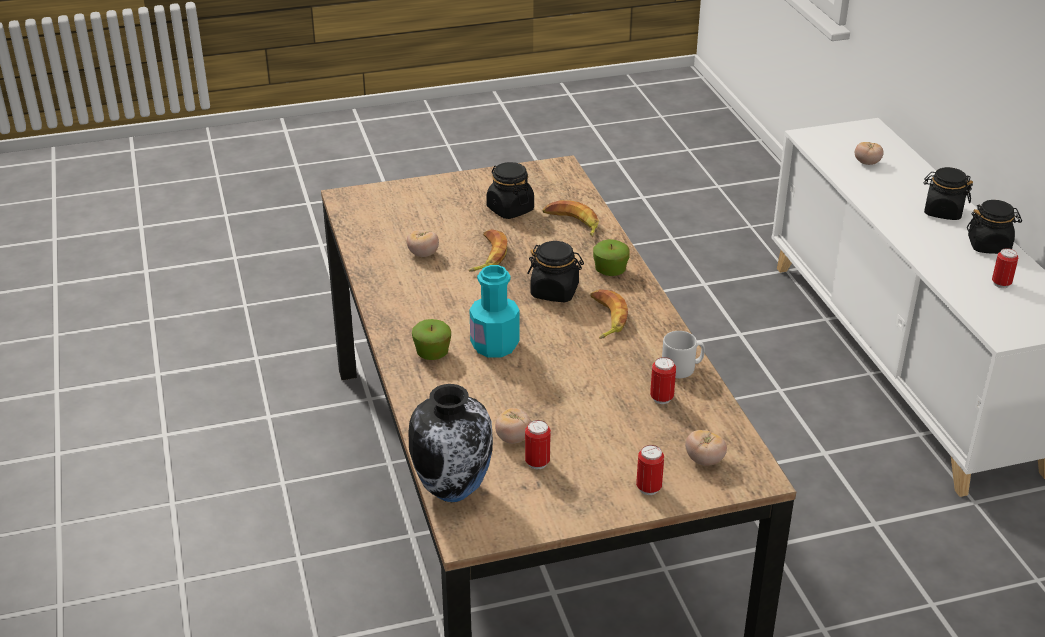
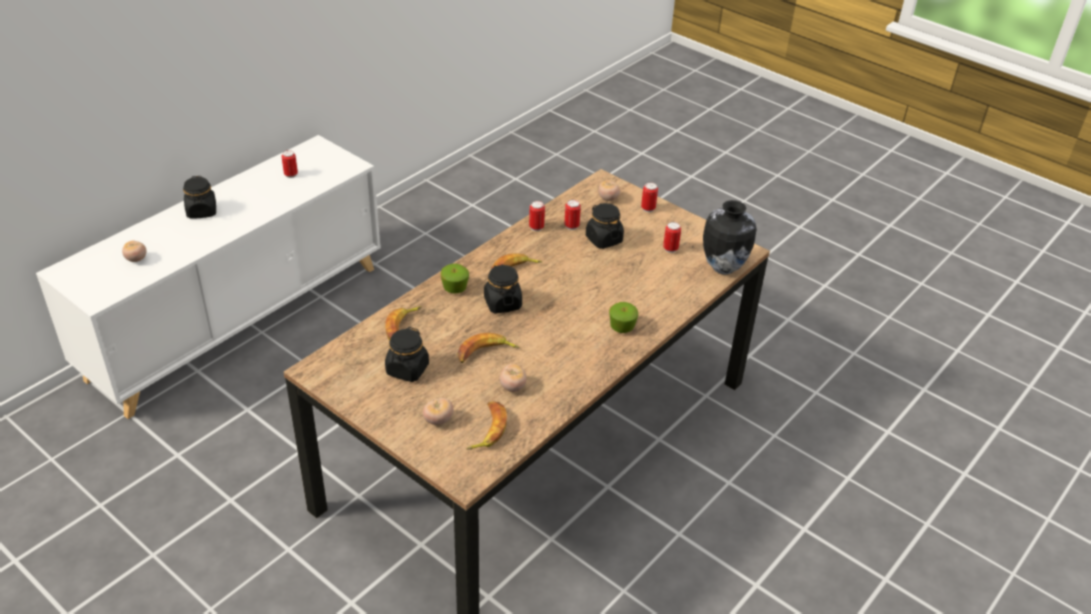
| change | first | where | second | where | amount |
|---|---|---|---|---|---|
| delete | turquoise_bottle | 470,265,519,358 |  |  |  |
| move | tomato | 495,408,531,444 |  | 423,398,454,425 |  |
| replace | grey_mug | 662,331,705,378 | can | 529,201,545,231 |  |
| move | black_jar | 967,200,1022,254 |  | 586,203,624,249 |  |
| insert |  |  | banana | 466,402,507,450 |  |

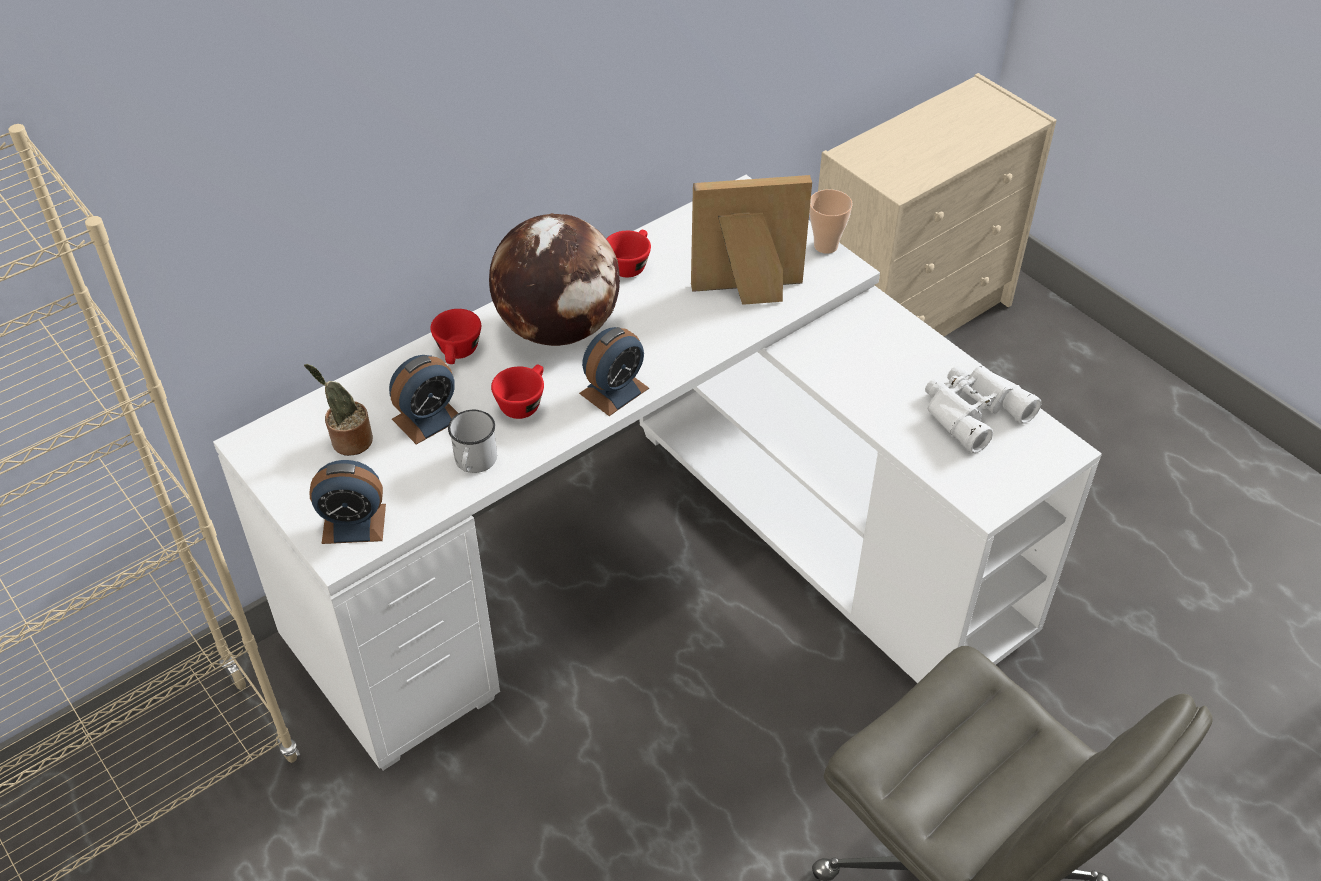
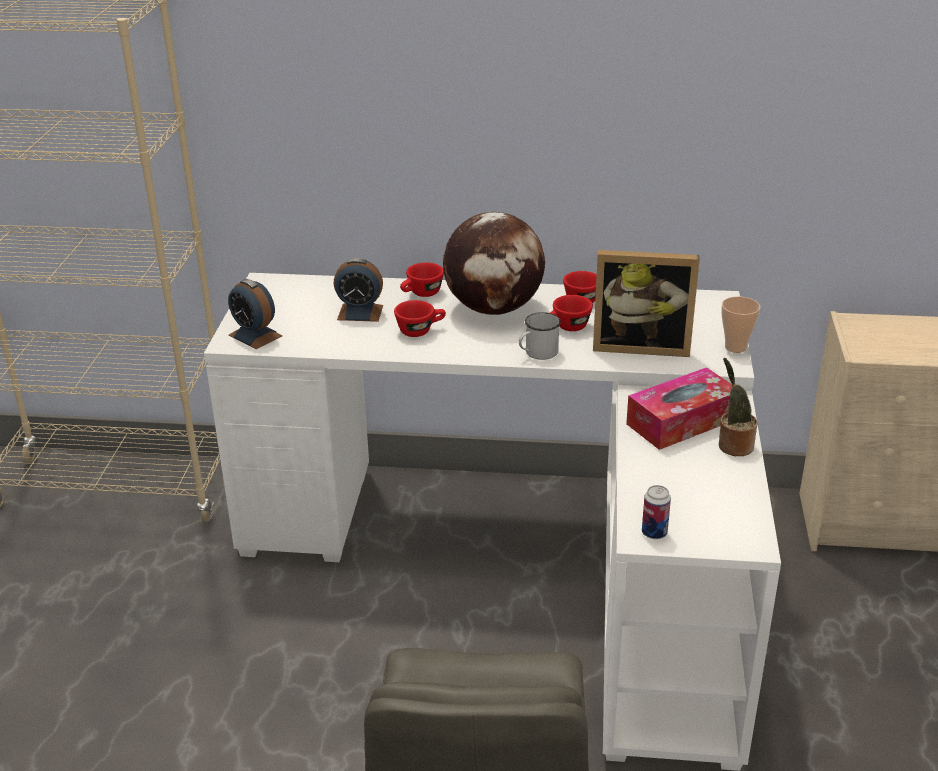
| change | first | where | second | where | amount |
|---|---|---|---|---|---|
| move | potted_plant | 304,364,373,456 |  | 719,358,758,456 |  |
| move | white_mug | 448,410,497,473 |  | 519,312,561,360 |  |
| delete | alarm_clock | 579,327,649,416 |  |  |  |
| rotate | picture_frame | 691,175,812,305 |  | 593,250,700,357 | 150 degrees clockwise |
| delete | white_binoculars | 925,366,1042,453 |  |  |  |
| insert |  |  | red_cup | 550,295,593,331 |  |
| insert |  |  | tissue_box | 626,367,733,450 |  |
| insert |  |  | can | 642,485,671,539 |  |

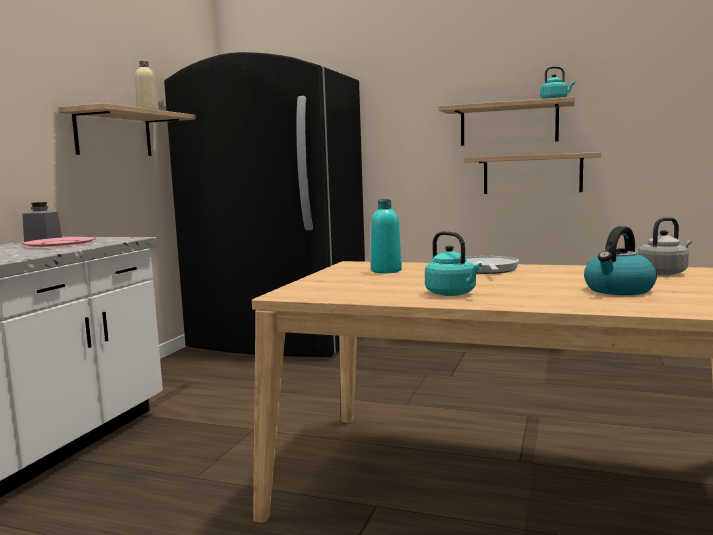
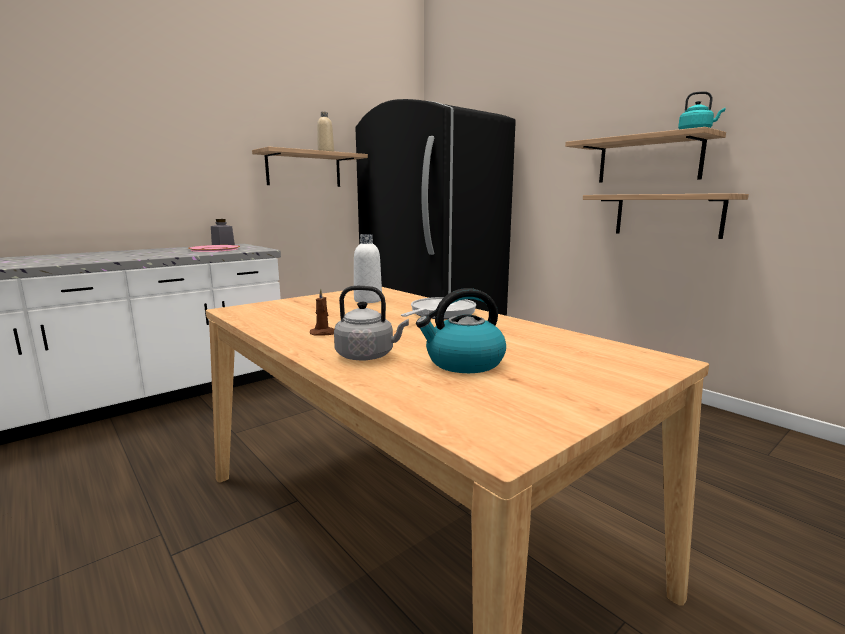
| change | first | where | second | where | amount |
|---|---|---|---|---|---|
| recolor | turquoise_bottle | 371,199,402,273 | white_bottle | 354,234,382,303 |  |
| replace | turquoise_kettle | 425,231,482,296 | brown_candle | 310,289,334,336 |  |
| move | grey_kettle | 638,217,692,275 |  | 334,286,409,361 |  |

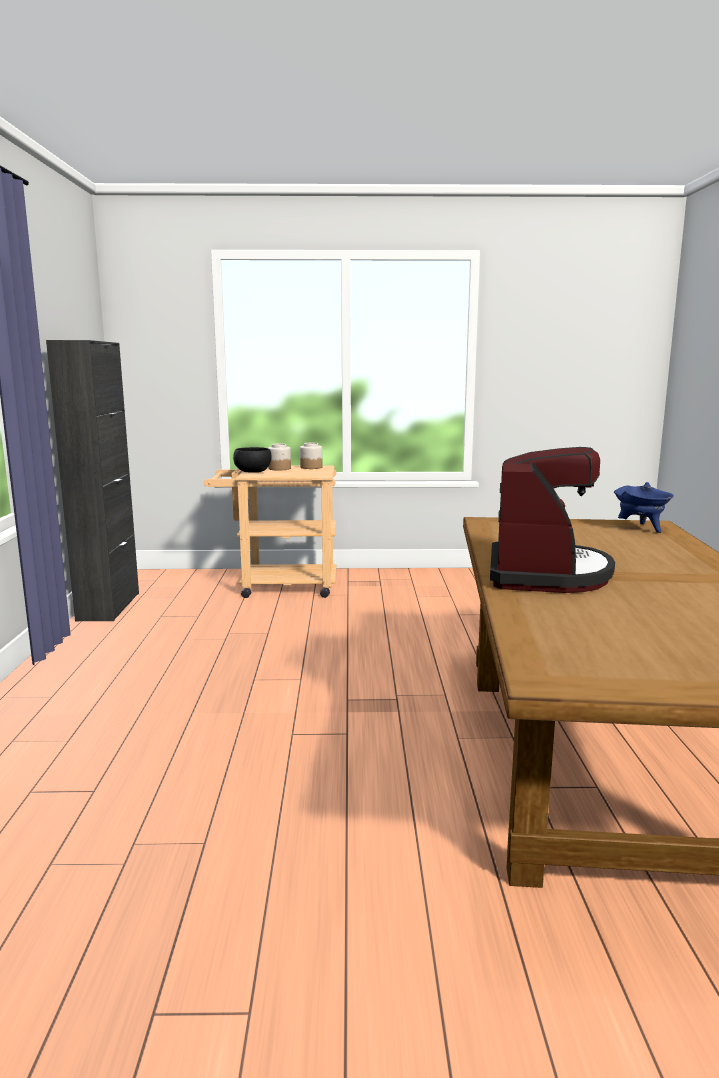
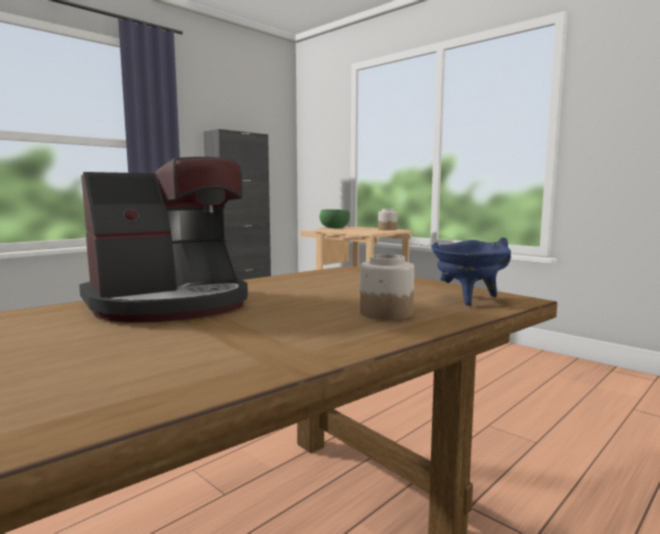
| change | first | where | second | where | amount |
|---|---|---|---|---|---|
| recolor | black_bowl | 233,447,272,473 | green_bowl | 320,209,350,229 |  |
| move | jar | 268,443,291,470 |  | 360,254,414,320 |  |

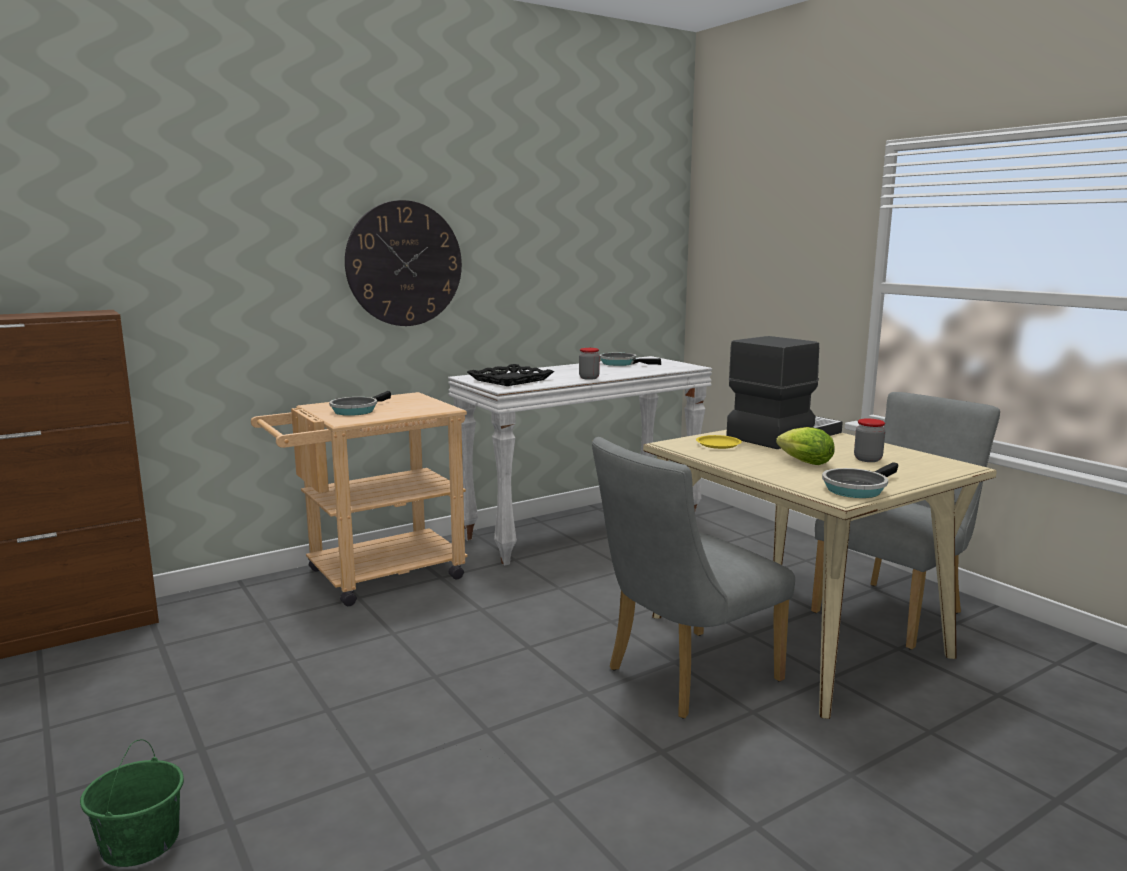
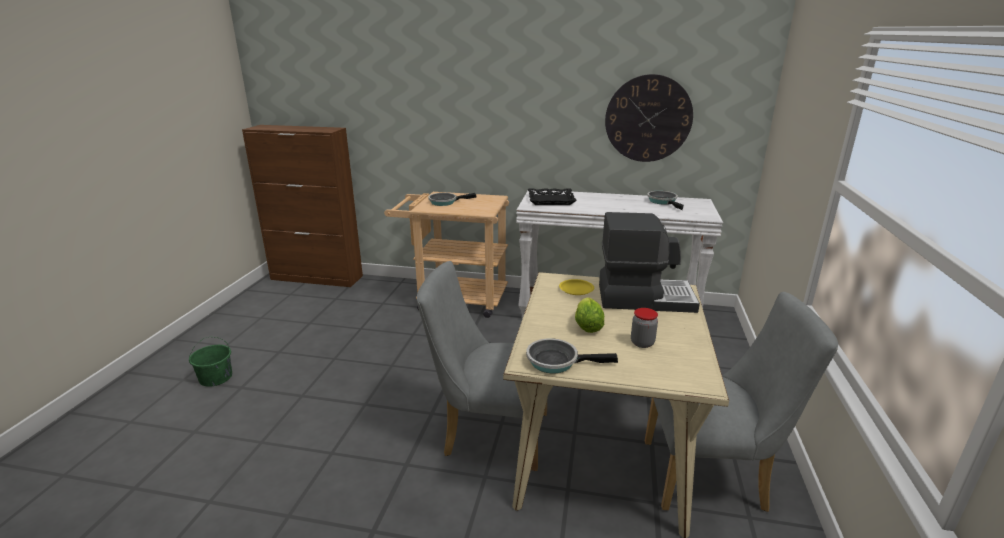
| change | first | where | second | where | amount |
|---|---|---|---|---|---|
| move | wall_clock | 345,200,462,326 |  | 605,74,693,162 |  |
| delete | jar | 579,348,600,380 |  |  |  |

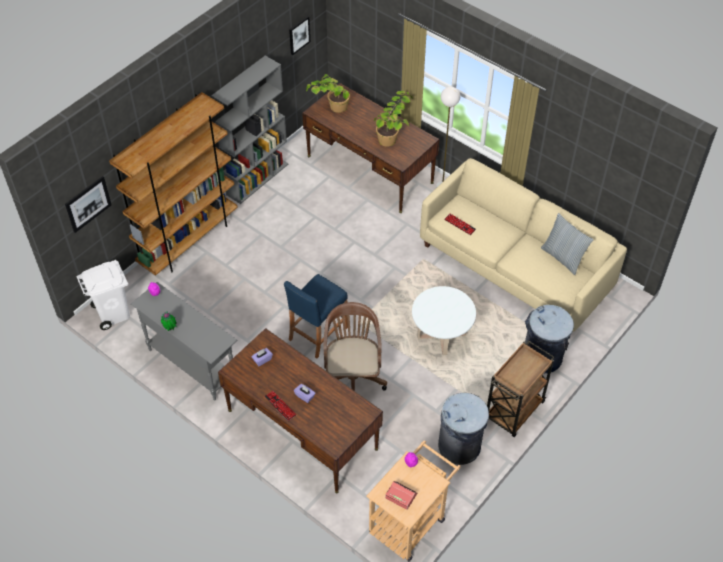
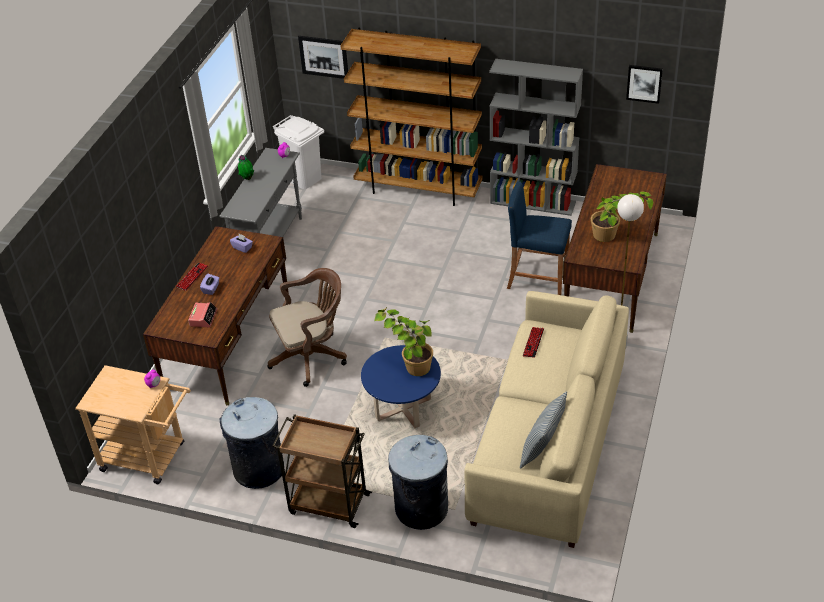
| change | first | where | second | where | amount |
|---|---|---|---|---|---|
| move | blue_stool | 284,274,348,358 |  | 507,181,572,295 |  |
| move | potted_plant | 306,74,350,113 |  | 375,307,433,376 |  |
| move | alarm_clock | 385,481,417,510 |  | 188,302,217,328 |  |
| recolor | white_coffee_table | 412,286,476,355 | blue_coffee_table | 361,345,441,428 |  |

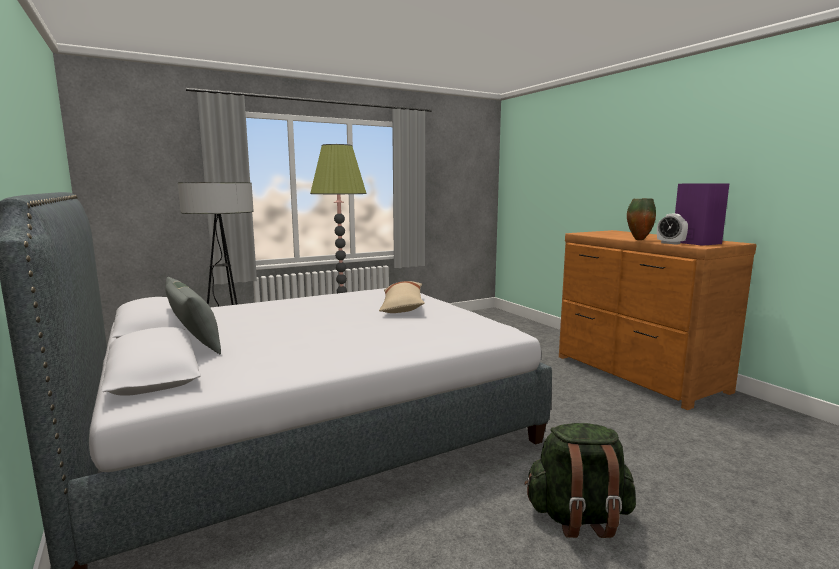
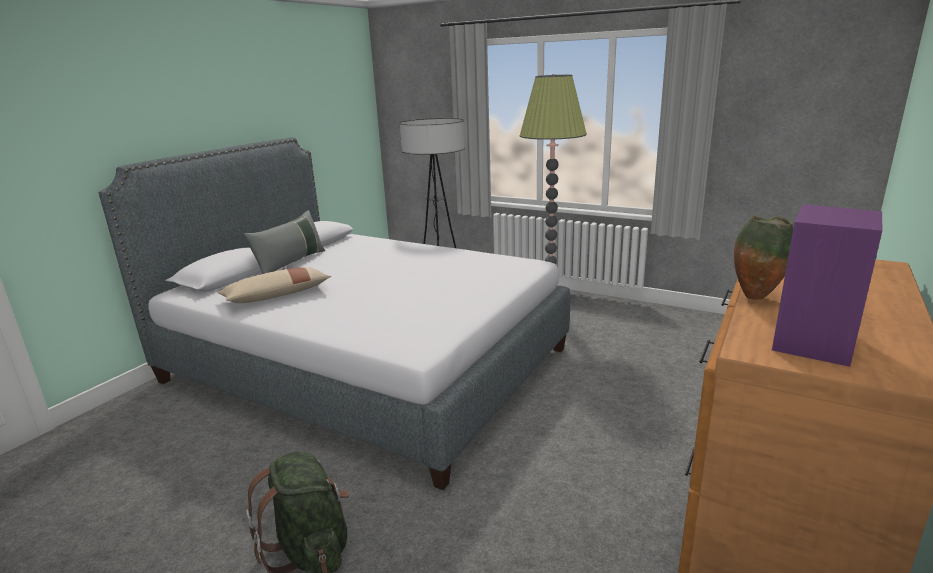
| change | first | where | second | where | amount |
|---|---|---|---|---|---|
| move | beige_pillow | 379,281,425,313 |  | 218,267,331,303 |  |
| delete | alarm_clock | 657,214,688,245 |  |  |  |

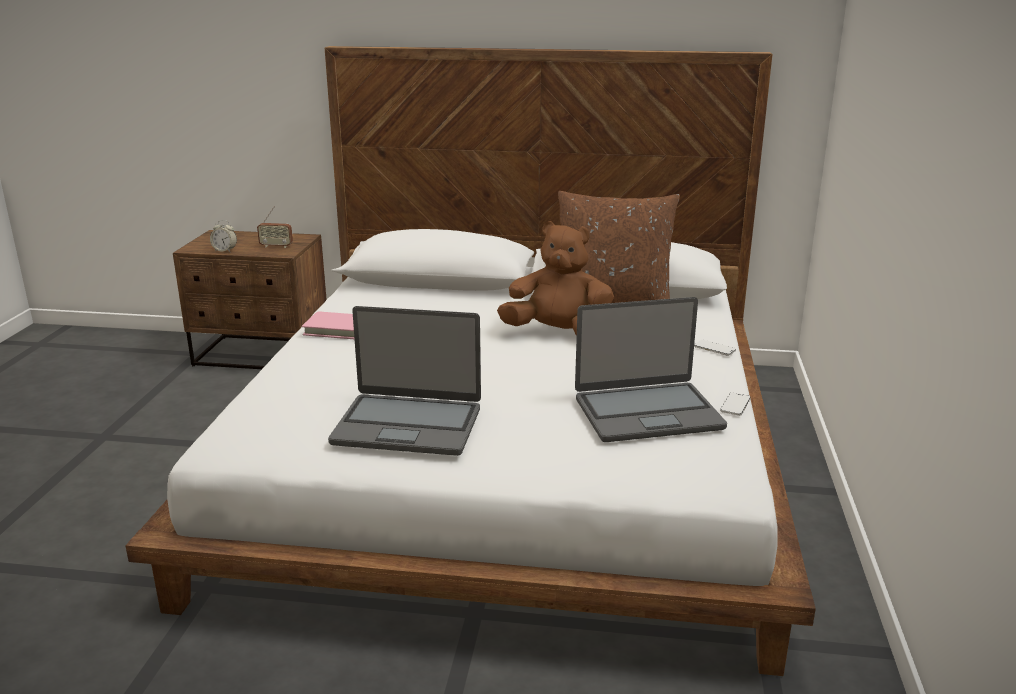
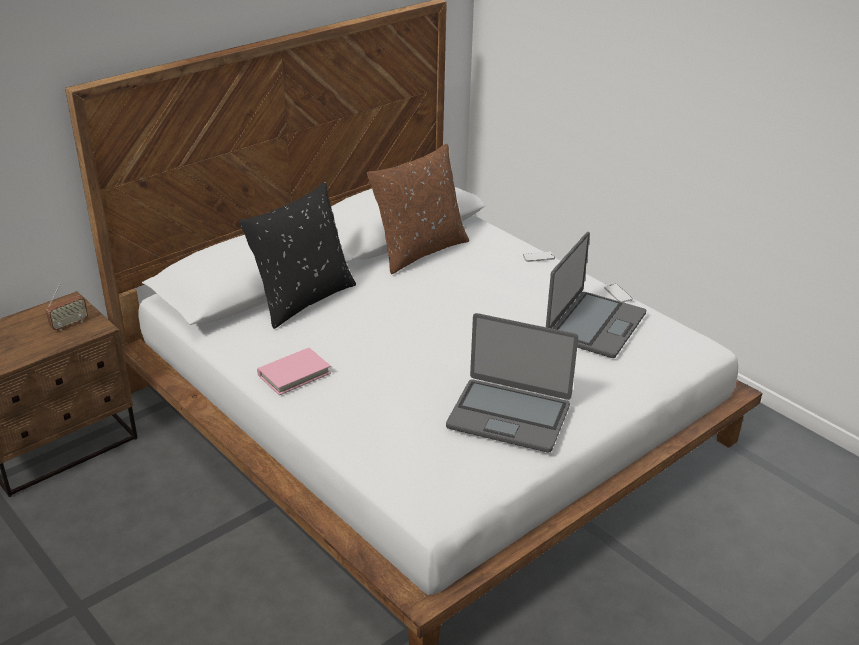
| change | first | where | second | where | amount |
|---|---|---|---|---|---|
| delete | alarm_clock | 210,220,237,252 |  |  |  |
| rotate | laptop | 328,306,481,456 |  | 446,313,578,453 | 60 degrees clockwise |
| delete | brown_plush_toy | 497,221,614,336 |  |  |  |
| insert |  |  | black_pillow | 239,182,356,329 |  |

